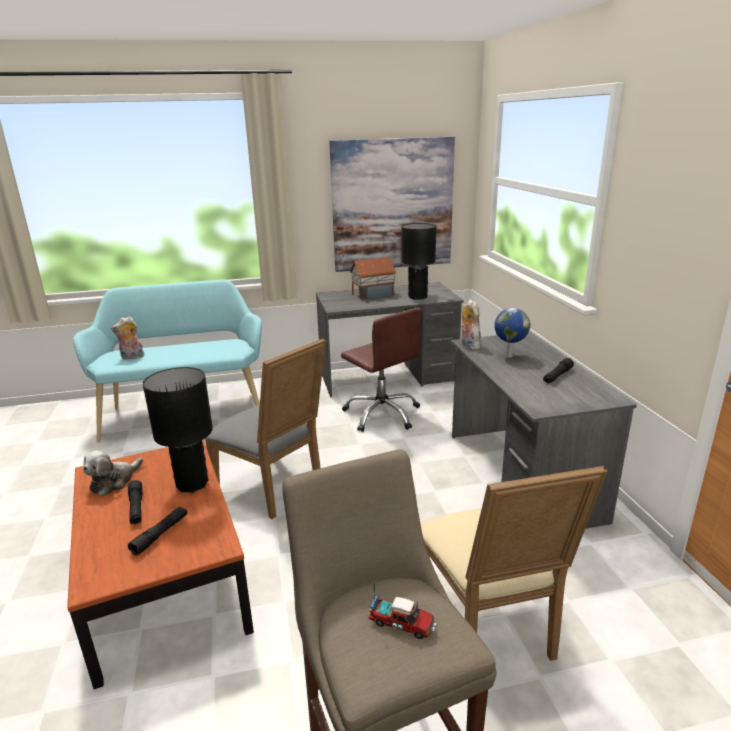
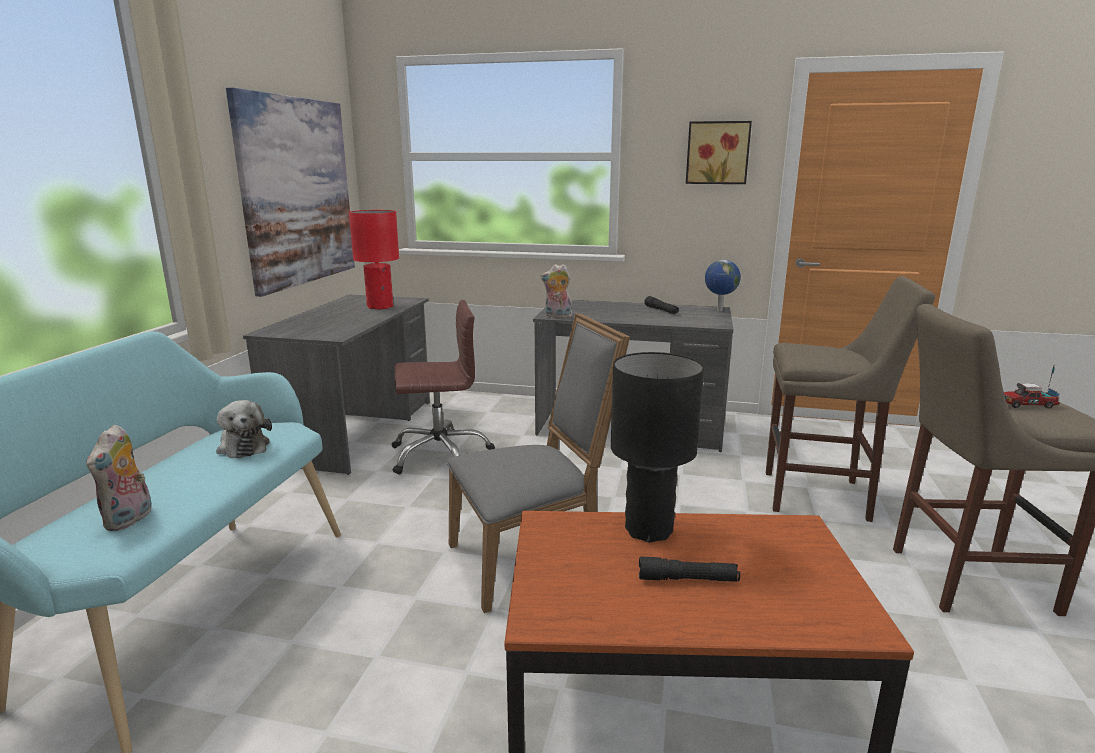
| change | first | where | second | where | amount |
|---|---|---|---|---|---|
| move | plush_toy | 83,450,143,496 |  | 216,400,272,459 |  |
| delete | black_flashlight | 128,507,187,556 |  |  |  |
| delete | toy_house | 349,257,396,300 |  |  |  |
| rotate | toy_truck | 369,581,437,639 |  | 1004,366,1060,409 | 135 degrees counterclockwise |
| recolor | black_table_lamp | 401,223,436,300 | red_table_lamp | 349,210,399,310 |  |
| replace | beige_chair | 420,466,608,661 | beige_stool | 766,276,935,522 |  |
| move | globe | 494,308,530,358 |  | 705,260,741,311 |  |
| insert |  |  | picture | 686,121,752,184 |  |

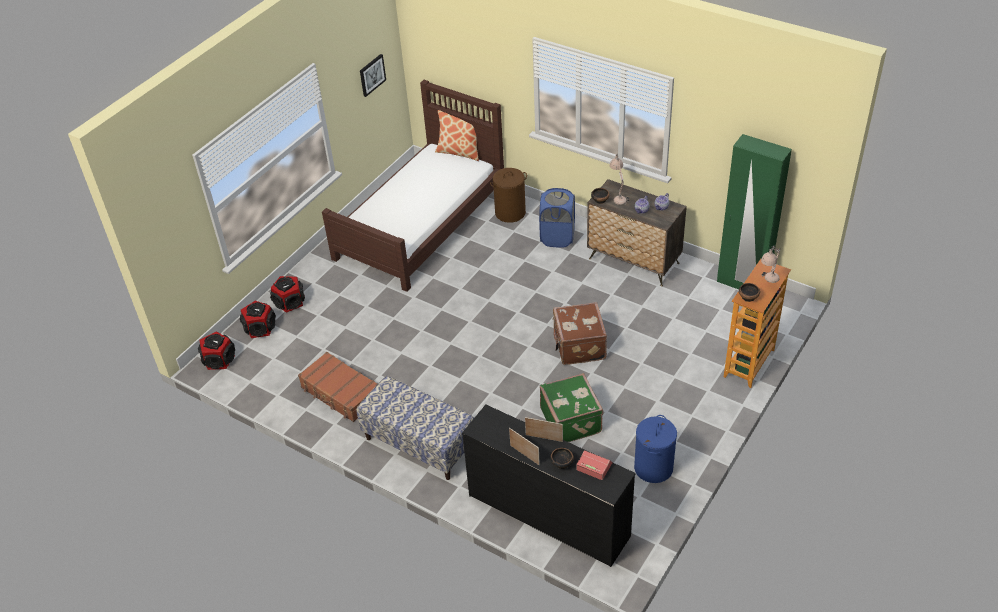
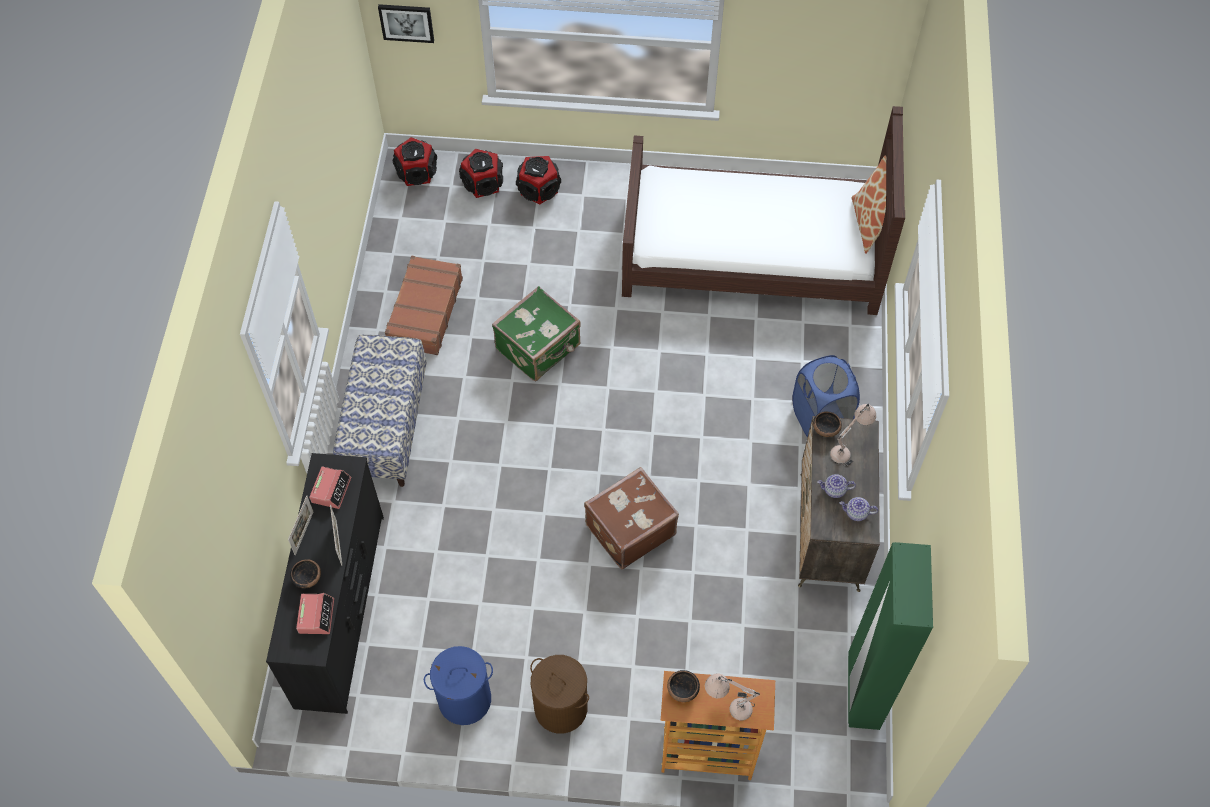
| change | first | where | second | where | amount |
|---|---|---|---|---|---|
| move | picture | 360,54,386,97 |  | 378,4,434,43 |  |
| move | brown_laundry_basket | 490,168,527,223 |  | 530,655,589,734 |  |
| move | green_suitcase | 540,373,603,442 |  | 492,286,581,382 |  |
| insert |  |  | alarm_clock | 309,466,351,509 |  |

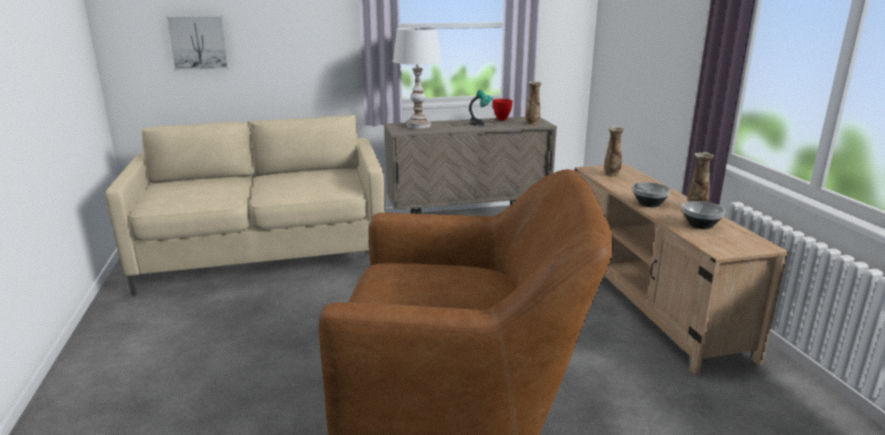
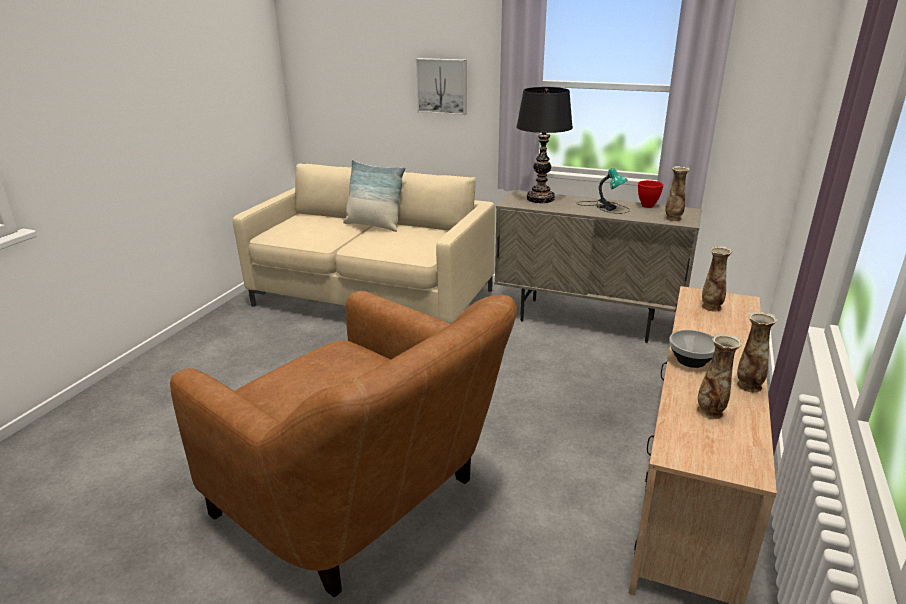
| change | first | where | second | where | amount |
|---|---|---|---|---|---|
| move | picture | 166,16,229,71 |  | 416,58,467,115 |  |
| recolor | white_table_lamp | 393,27,442,129 | black_table_lamp | 516,87,573,203 |  |
| replace | bowl | 683,201,725,229 | vase | 697,334,742,419 |  |
| insert |  |  | pillow | 343,160,405,232 |  |

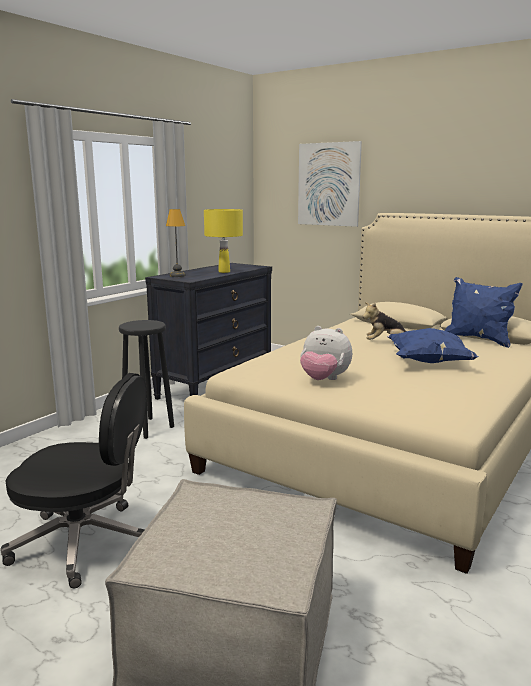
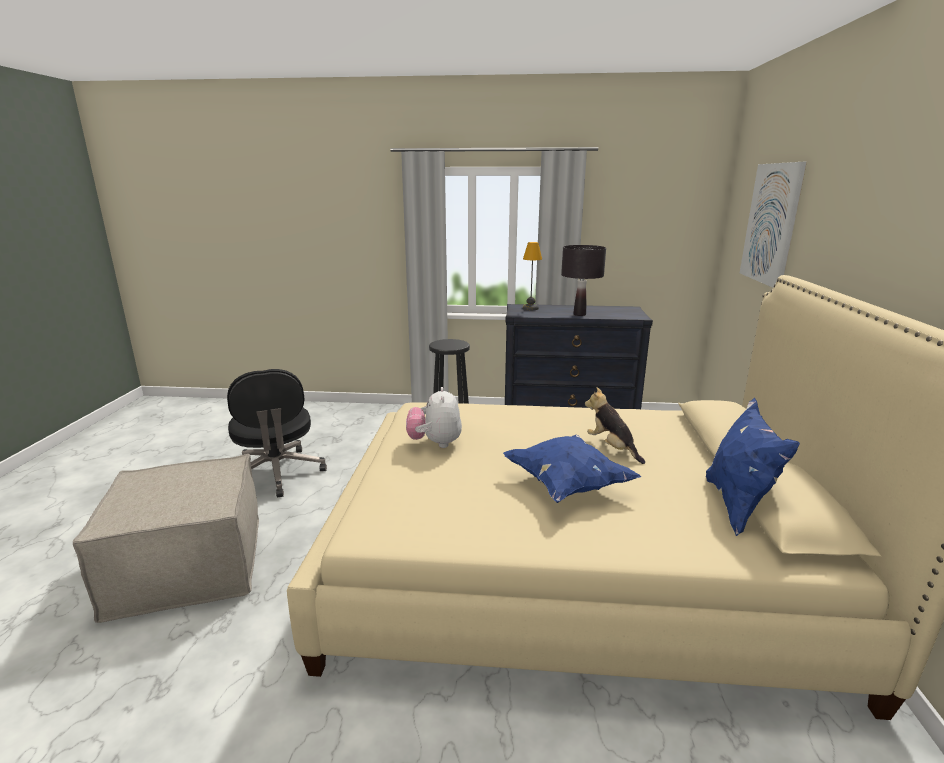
| change | first | where | second | where | amount |
|---|---|---|---|---|---|
| recolor | yellow_table_lamp | 204,209,243,273 | black_table_lamp | 561,245,606,316 |  |

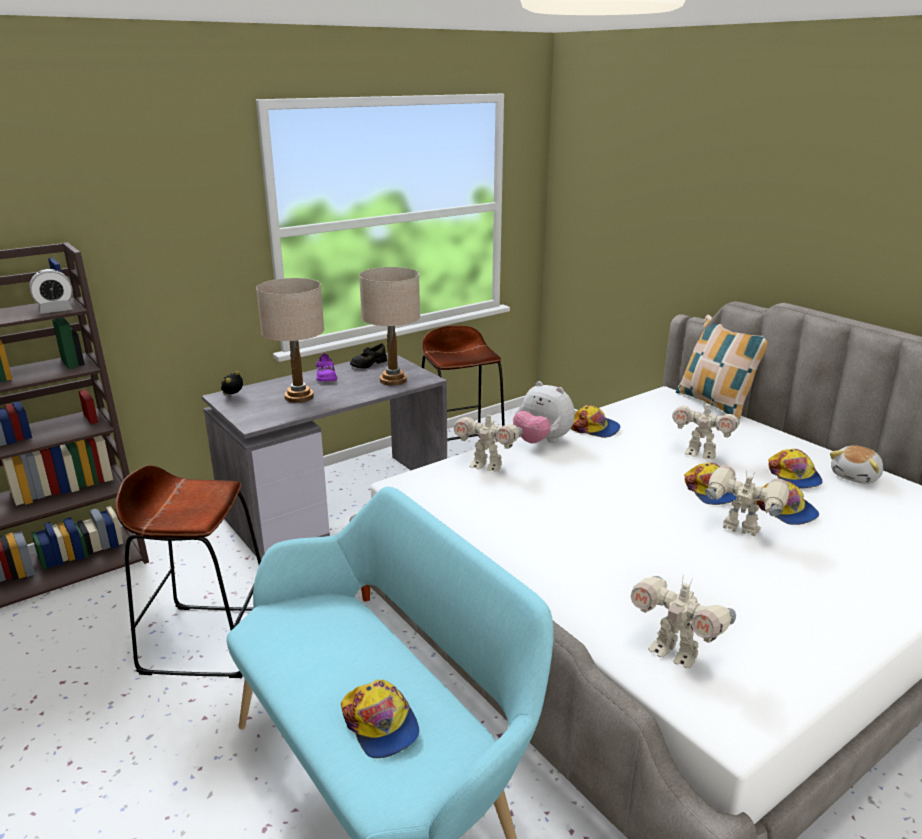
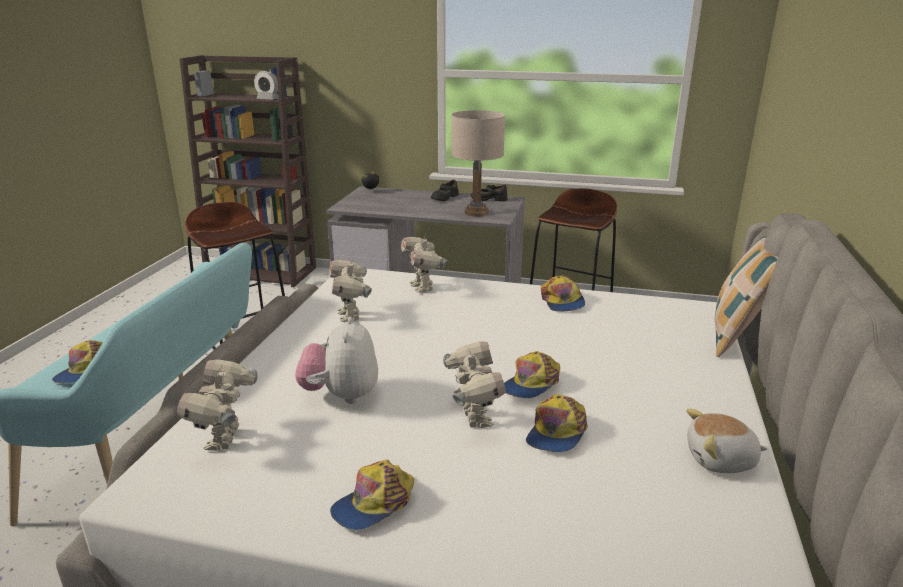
| change | first | where | second | where | amount |
|---|---|---|---|---|---|
| delete | beige_table_lamp | 256,278,324,403 |  |  |  |
| recolor | purple_shoe | 316,353,337,382 | black_shoe | 431,180,459,201 |  |
| move | plush_toy | 513,381,575,444 |  | 295,317,378,404 |  |
| move | toy_robot | 672,398,740,459 |  | 329,258,372,322 |  |
| move | cap | 768,449,823,489 |  | 330,460,414,530 |  |

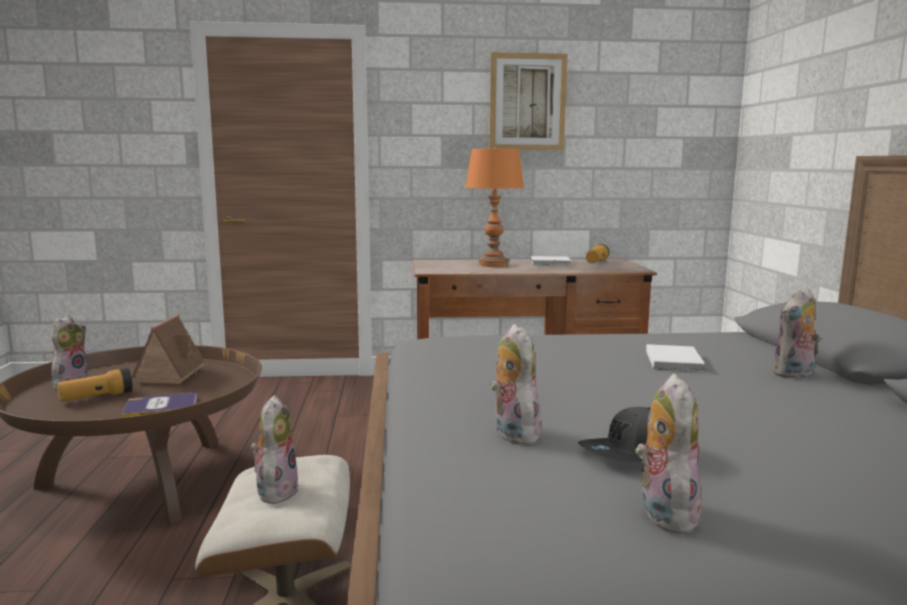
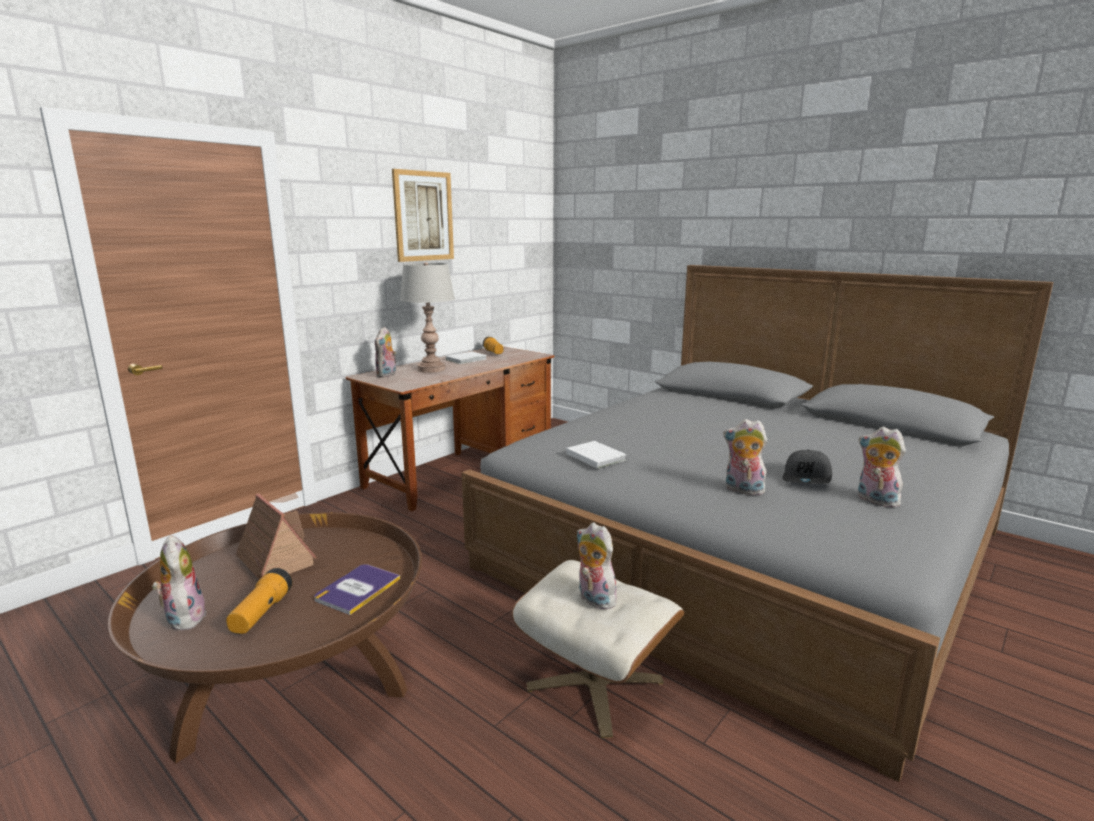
| change | first | where | second | where | amount |
|---|---|---|---|---|---|
| recolor | orange_table_lamp | 465,147,524,267 | grey_table_lamp | 400,262,455,373 |  |
| move | white_book | 646,344,705,372 |  | 566,441,627,469 |  |
| move | plush_toy | 772,288,821,379 |  | 375,327,397,378 |  |

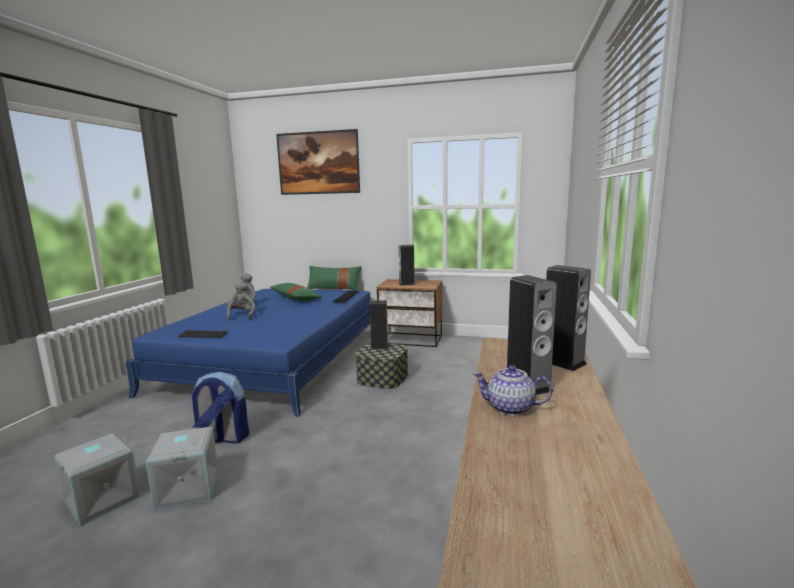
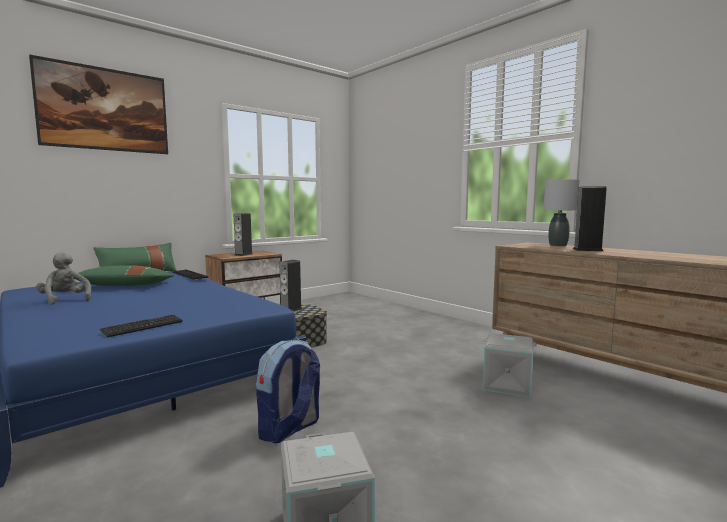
| change | first | where | second | where | amount |
|---|---|---|---|---|---|
| move | grey_storage_box | 146,427,218,510 |  | 483,333,536,398 |  |
| delete | grey_plush_toy | 226,282,255,319 |  |  |  |
| delete | teapot | 472,365,552,416 |  |  |  |
| replace | speaker | 546,265,591,371 | grey_table_lamp | 543,180,580,246 |  |

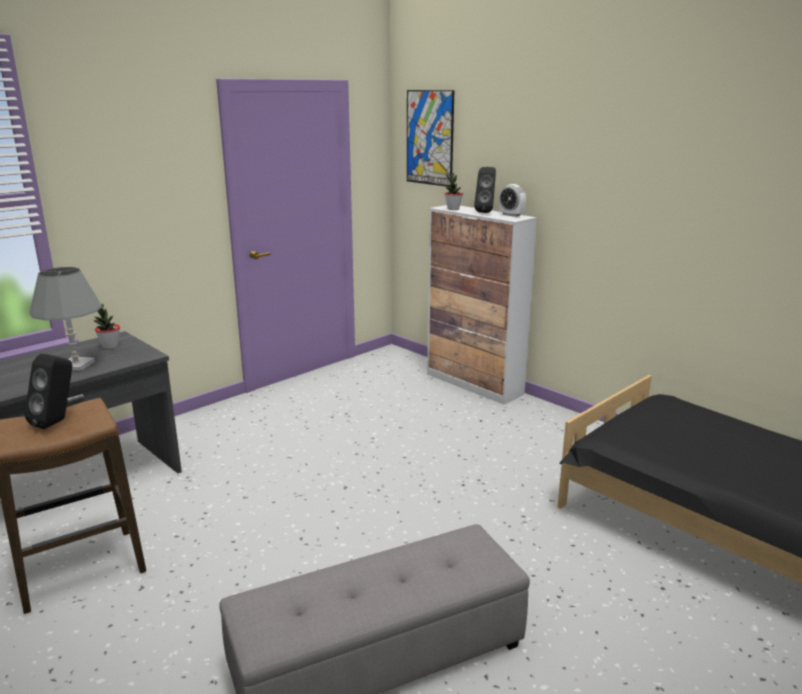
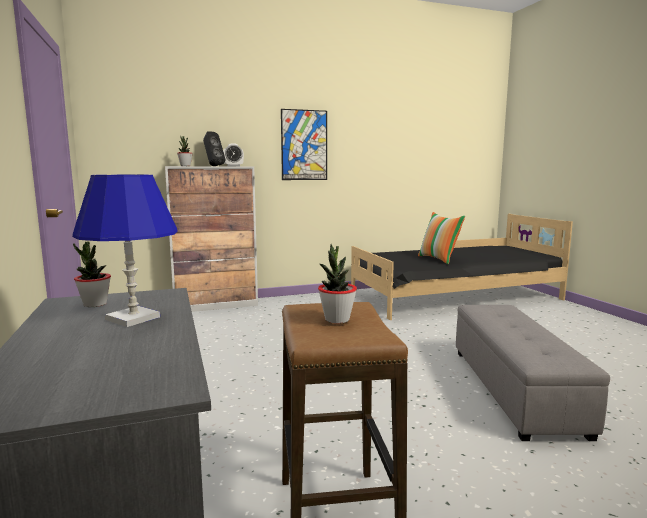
| change | first | where | second | where | amount |
|---|---|---|---|---|---|
| replace | black_speaker | 24,354,72,429 | potted_plant | 318,244,357,324 |  |
| recolor | grey_table_lamp | 30,267,102,371 | blue_table_lamp | 72,175,178,327 |  |
| move | picture | 407,90,454,187 |  | 281,109,327,180 |  |
| insert |  |  | pillow | 418,212,465,264 |  |

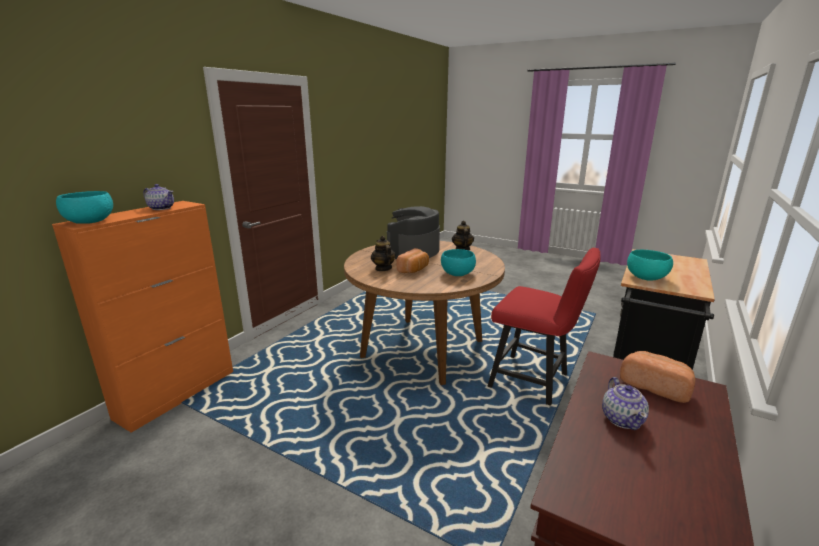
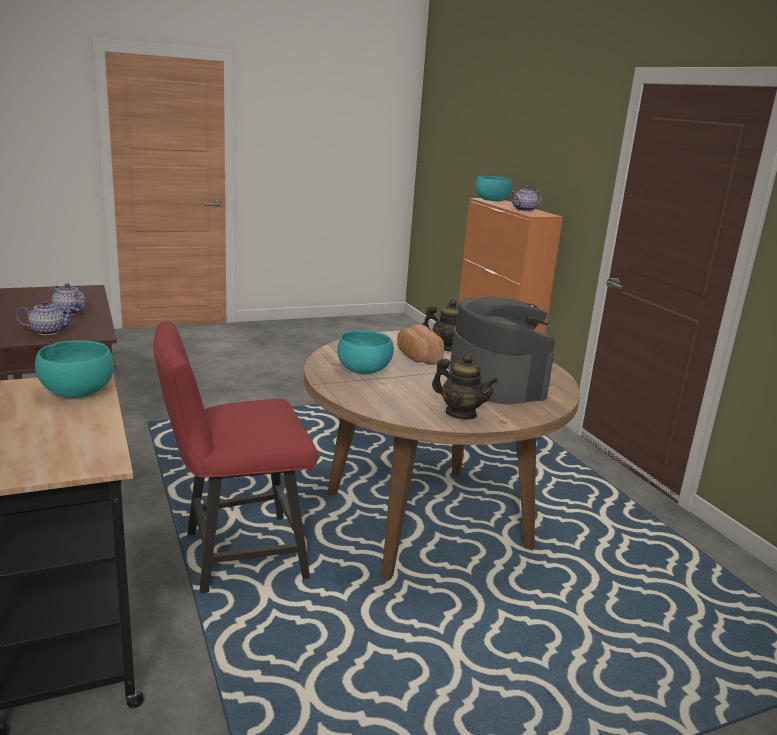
| change | first | where | second | where | amount |
|---|---|---|---|---|---|
| replace | bread | 620,351,695,403 | teapot | 16,301,76,335 |  |

